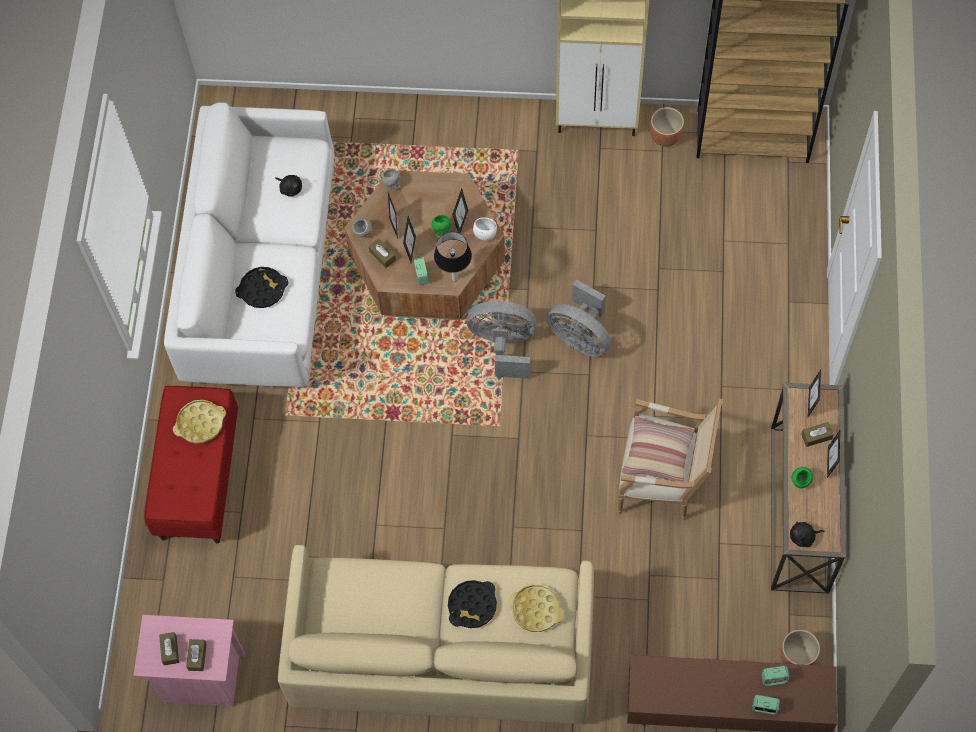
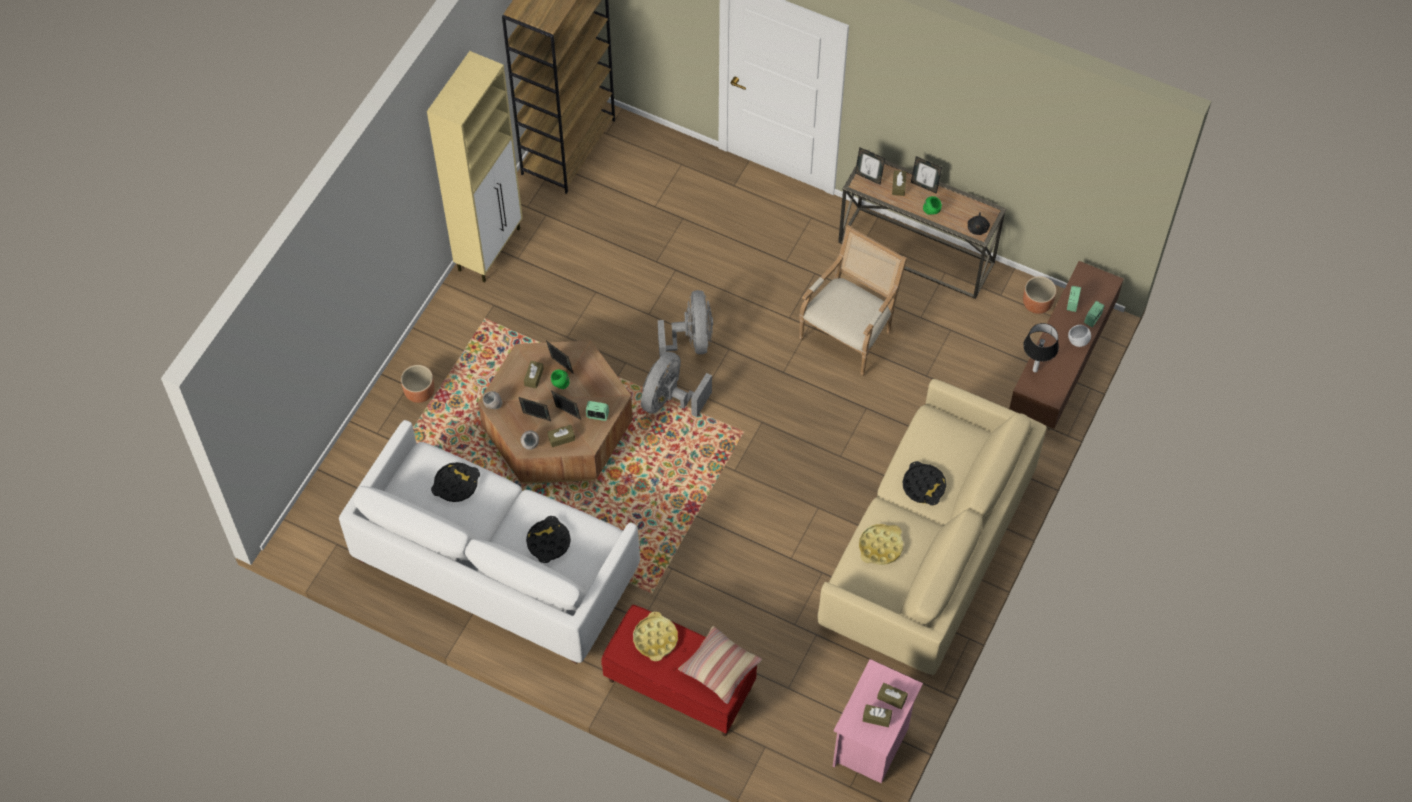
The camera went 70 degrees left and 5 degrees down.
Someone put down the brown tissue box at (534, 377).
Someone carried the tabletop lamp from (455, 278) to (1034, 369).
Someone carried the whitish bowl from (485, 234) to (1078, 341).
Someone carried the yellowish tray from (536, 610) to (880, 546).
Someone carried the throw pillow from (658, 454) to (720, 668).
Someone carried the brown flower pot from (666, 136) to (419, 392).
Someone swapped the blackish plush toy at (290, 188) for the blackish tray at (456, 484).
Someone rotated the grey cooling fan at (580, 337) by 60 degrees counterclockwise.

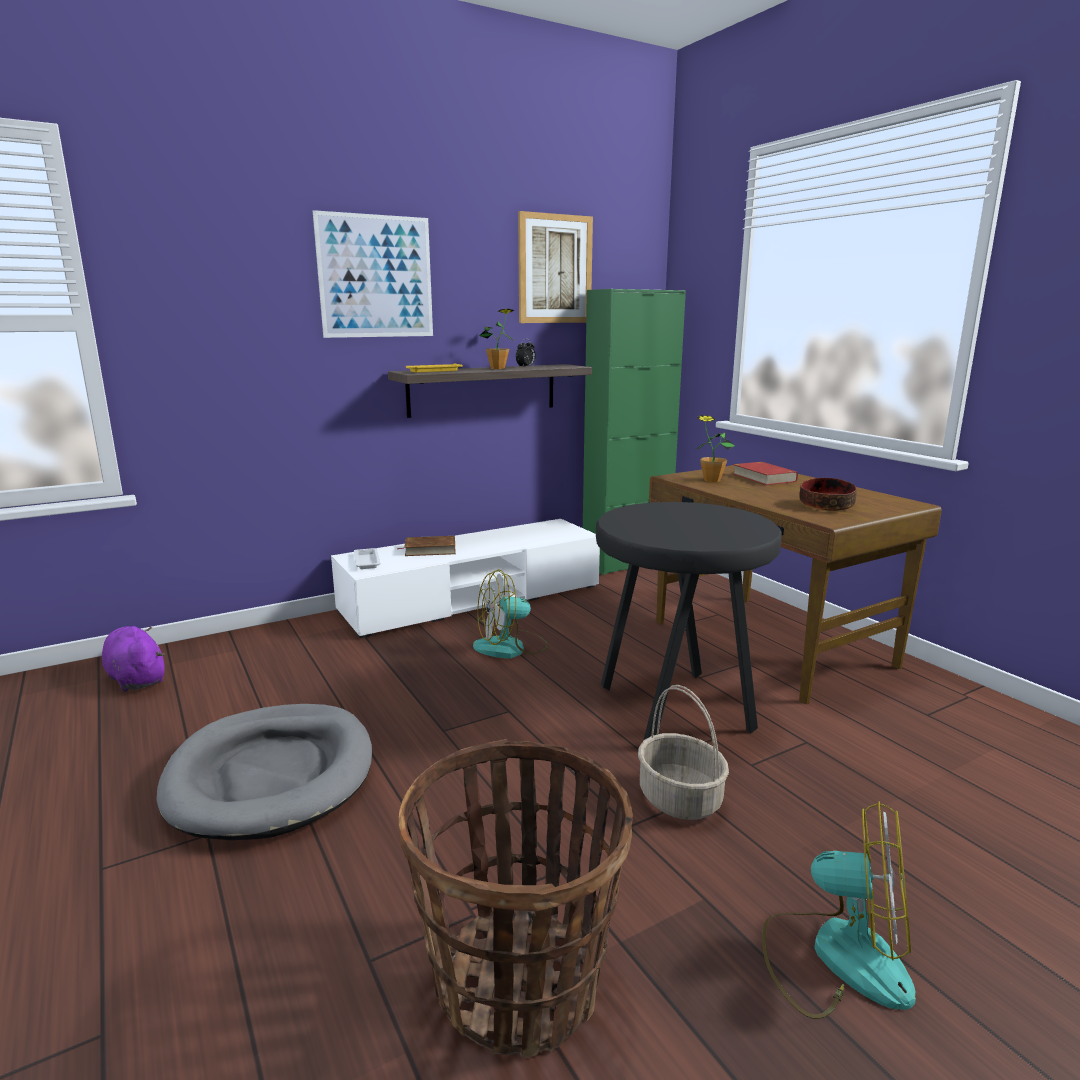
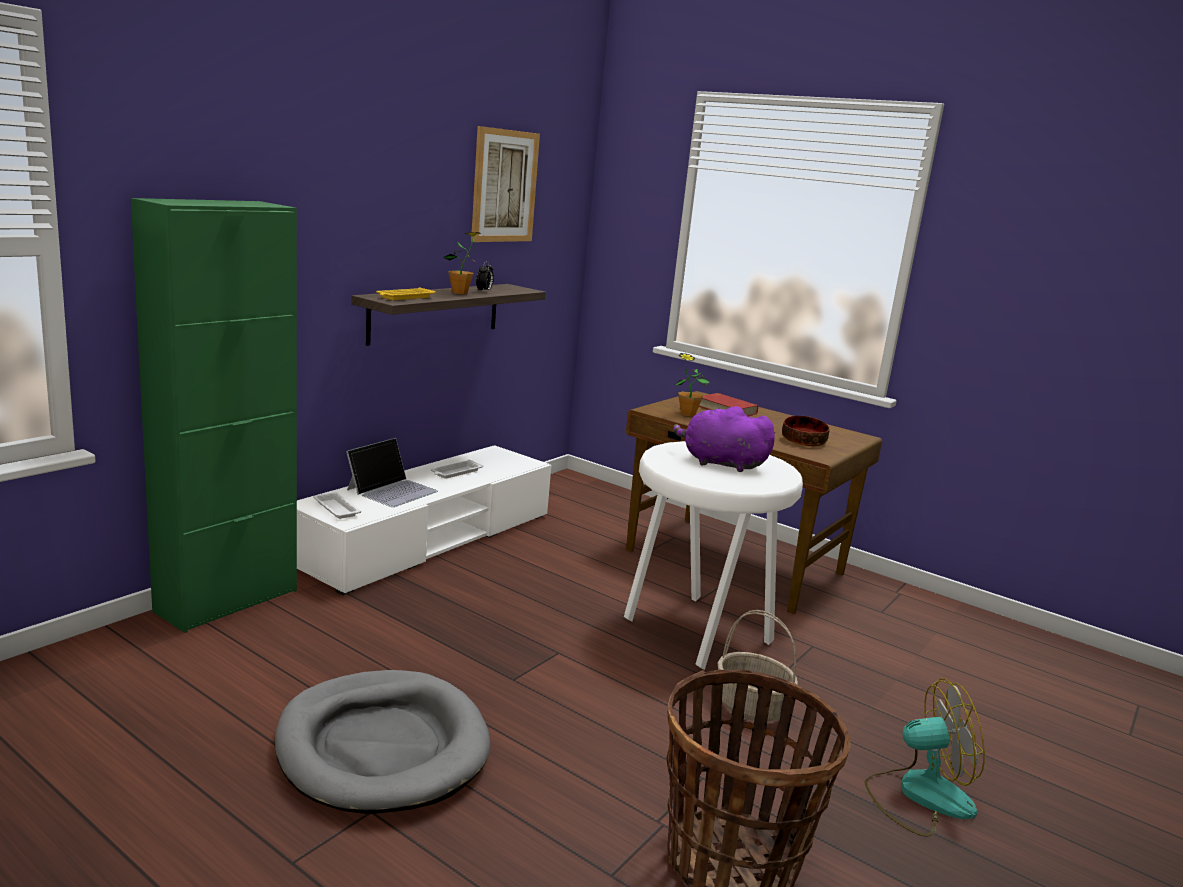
The camera went 25 degrees left and 0 degrees up.
Someone took away the picture at (376, 277).
Someone took away the cooling fan at (511, 647).
Someone put down the whitish tray at (456, 472).
Someone carried the purple plush toy from (136, 678) to (720, 463).
Someone carried the greenish cabinet from (626, 562) to (227, 601).
Someone swapped the brown bound book at (430, 549) for the notebook computer at (392, 490).
Someone repainted the blackish sitting stool at (674, 707), which became the whitish sitting stool at (696, 630).

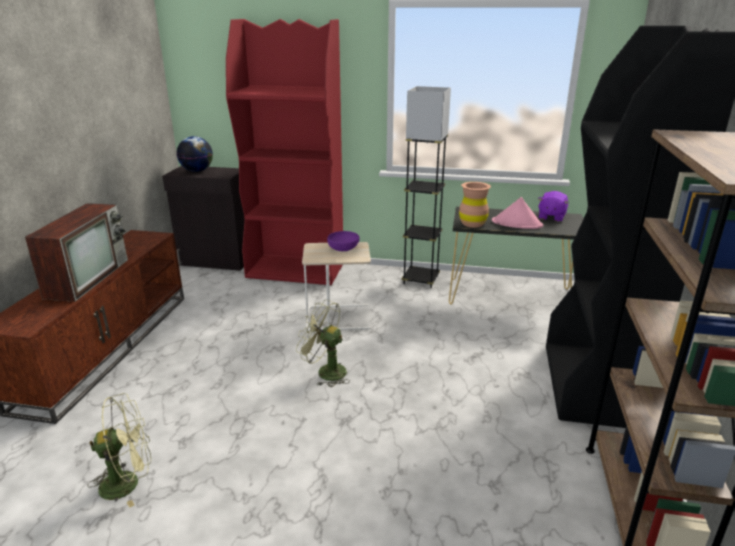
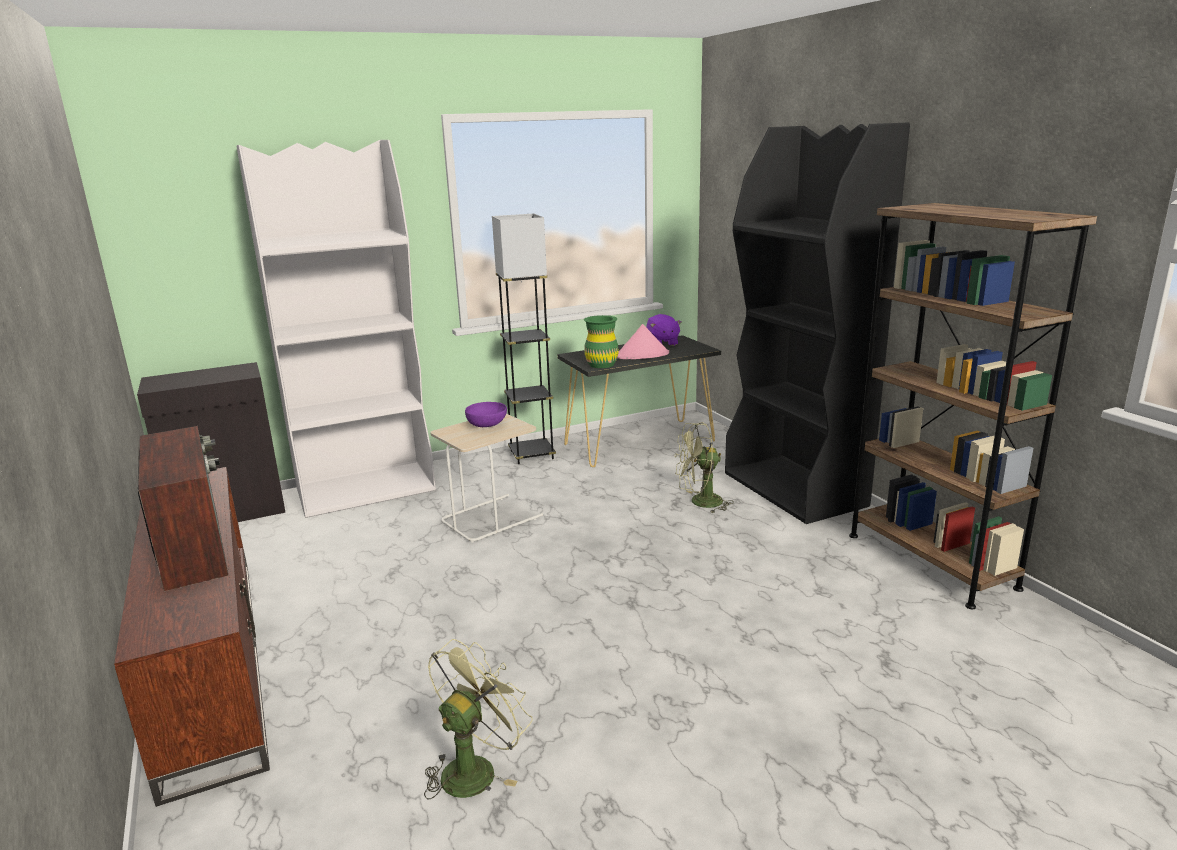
The camera went 35 degrees left and 5 degrees down.
Someone took away the globe at (197, 171).
Someone carried the greenish cooling fan from (325, 372) to (700, 503).
Someone repainted the red bookcase at (296, 270), which became the whitish bookcase at (367, 489).
Someone repainted the brown decorative vase at (472, 224), which became the greenish decorative vase at (601, 364).

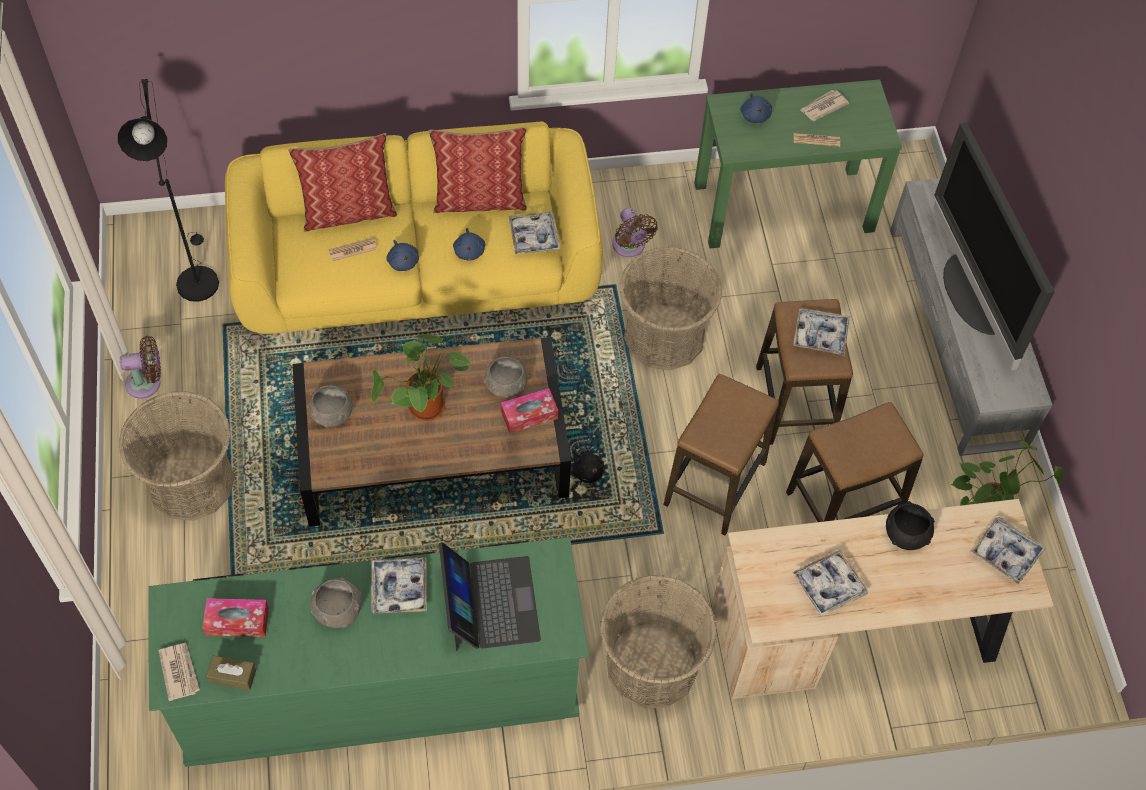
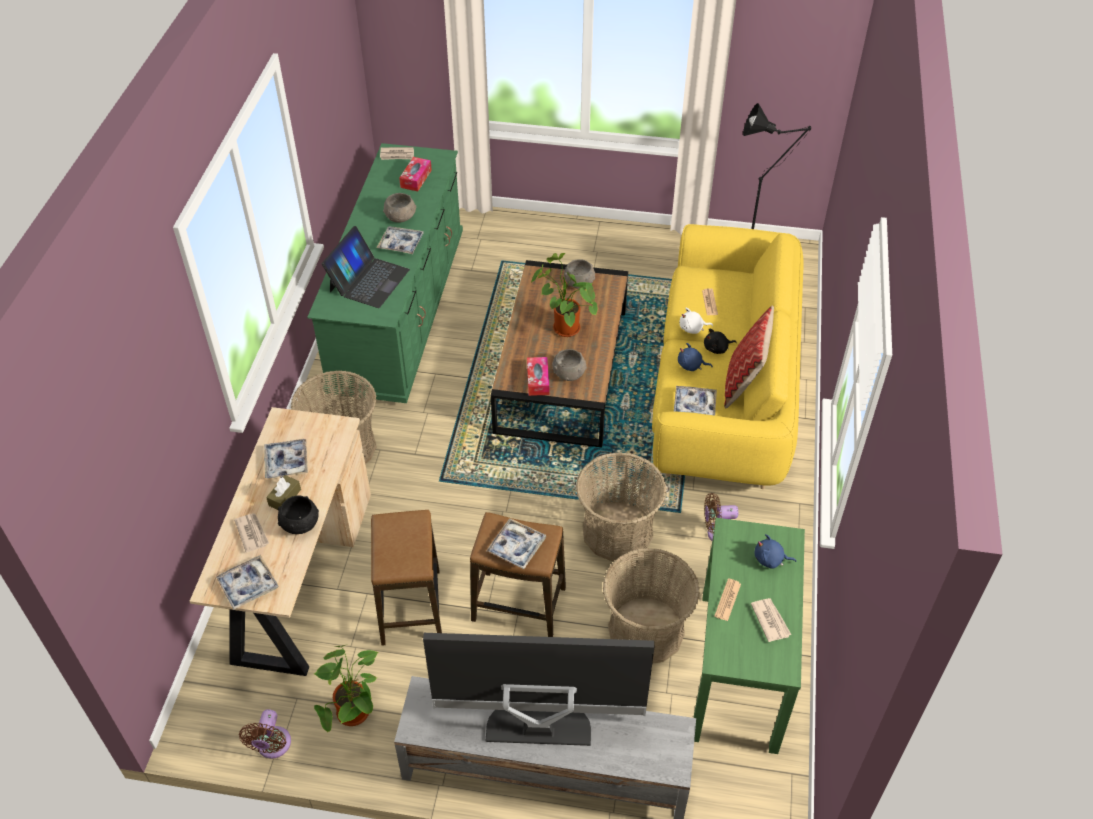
The camera went 110 degrees right and 10 degrees down.
Someone took away the throw pillow at (348, 212).
Someone took away the sitting stool at (715, 484).
Someone put down the printed paper at (252, 533).
Someone carried the household basket from (191, 482) to (645, 630).
Someone carried the brown cooling fan from (147, 383) to (272, 746).
Someone carried the brown tissue box from (232, 676) to (285, 497).
Someone carried the blackish plush toy from (587, 471) to (717, 348).
Someone repainted the bluish plush toy at (403, 261), which became the whitish plush toy at (692, 328).
Someone rotated the notebook computer at (490, 603) by 75 degrees counterclockwise.

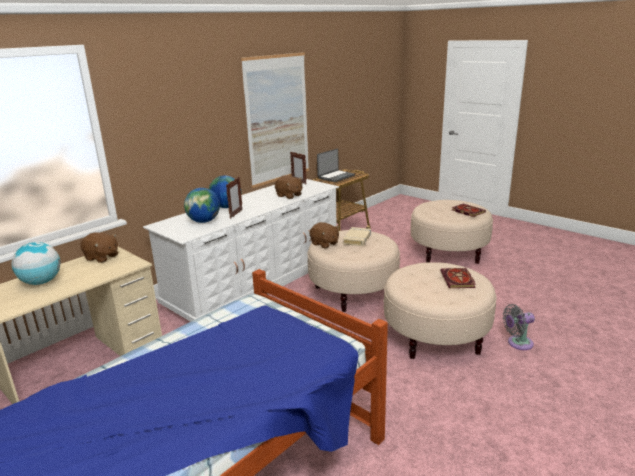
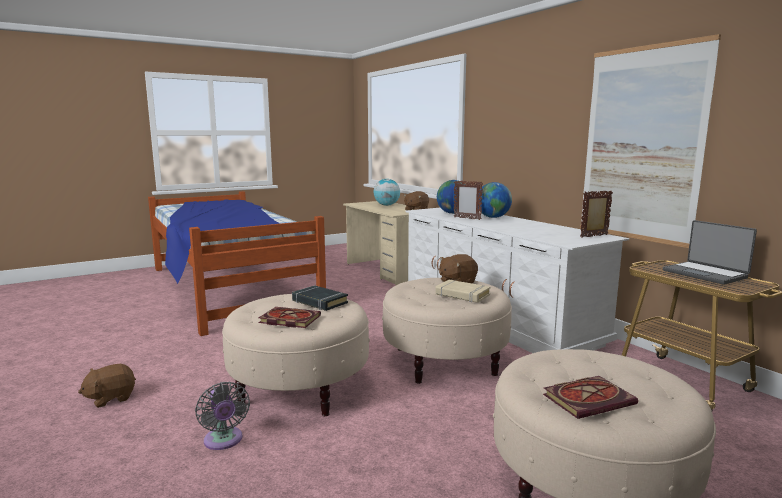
The camera went 105 degrees right and 10 degrees down.
Someone put down the blackish bound book at (319, 302).
Someone carried the brown plush toy from (289, 195) to (110, 398).
Someone rotated the grey cooling fan at (517, 343) by 150 degrees clockwise.

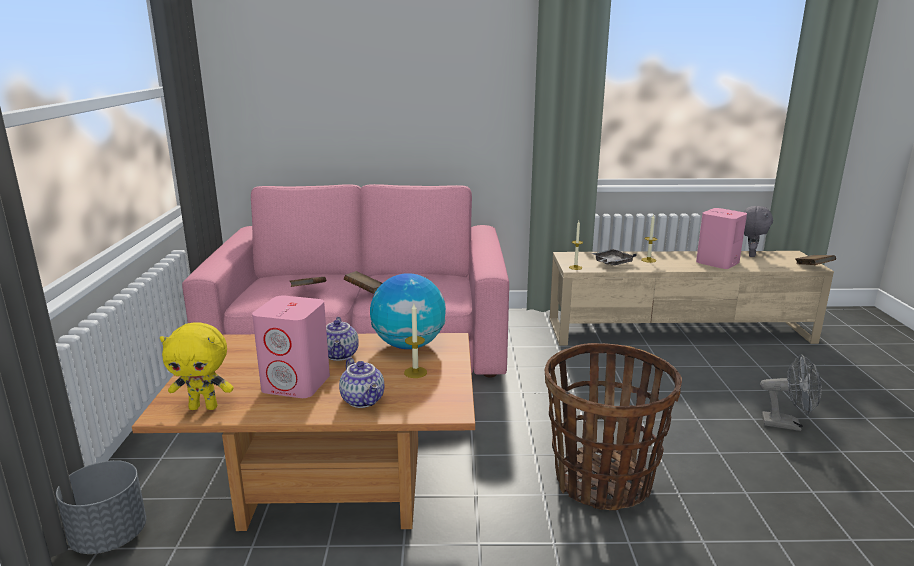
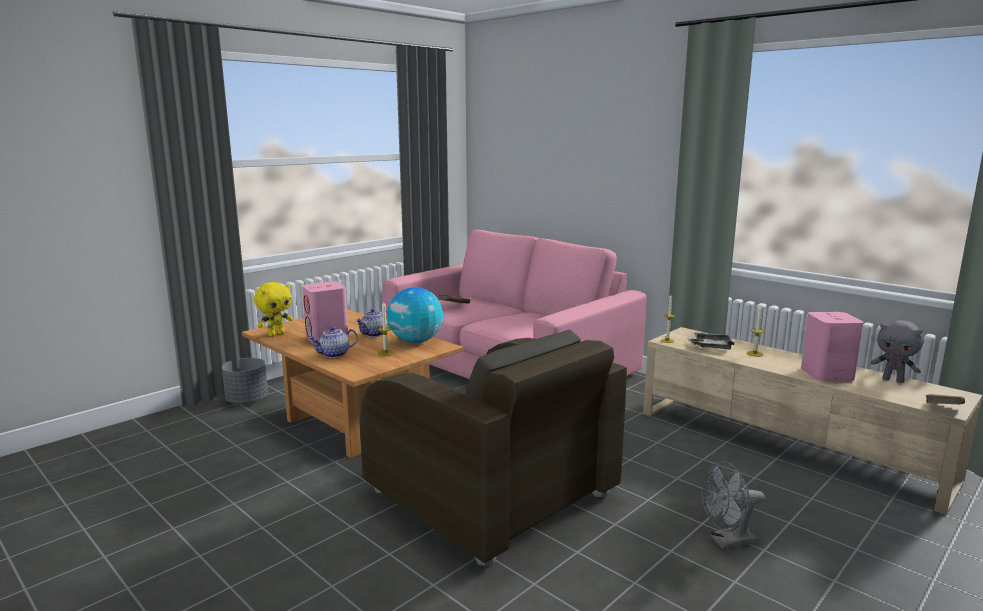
The camera went 45 degrees right and 5 degrees down.
Someone took away the brown bound book at (364, 291).
Someone swapped the household basket at (602, 481) for the brown armchair at (491, 493).
Someone rotated the yellowish plush toy at (204, 407) by 90 degrees counterclockwise.
Someone rotated the pot for tea at (364, 400) by 45 degrees clockwise.
Someone rotated the grey plush toy at (750, 255) by 60 degrees clockwise.
Someone rotated the grey cooling fan at (787, 424) by 105 degrees clockwise.

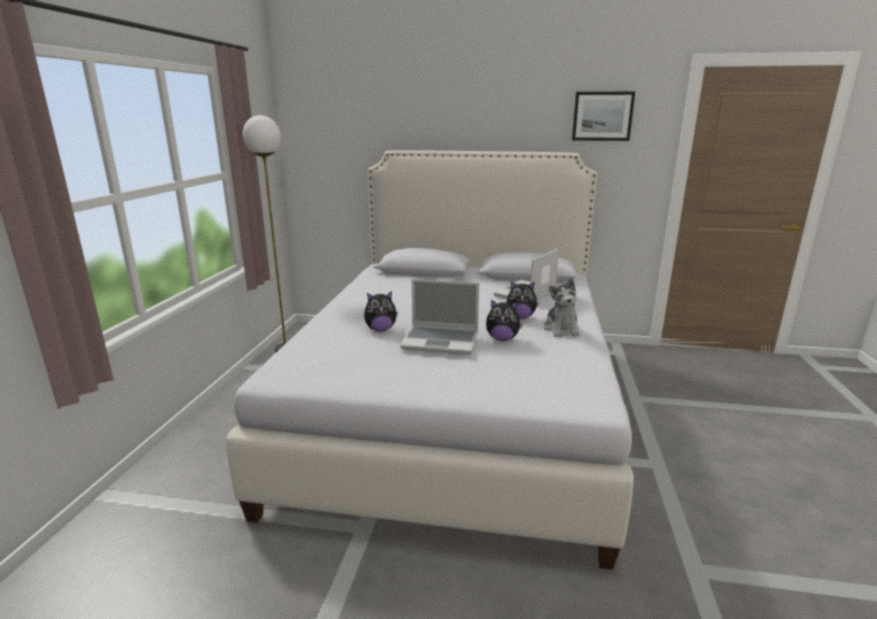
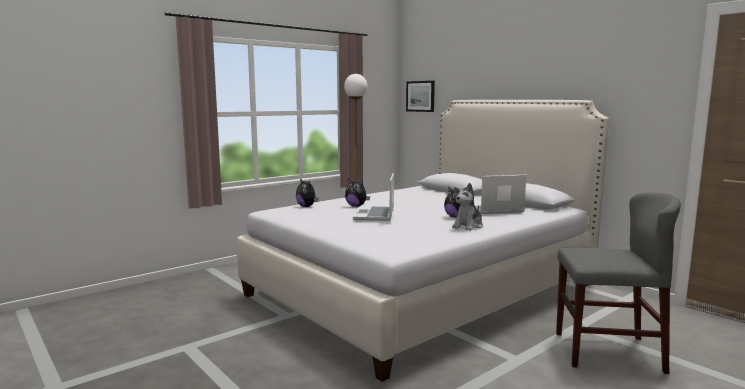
The camera went 40 degrees right and 10 degrees down.
Someone put down the grey plain chair at (607, 352).
Someone carried the plush toy from (502, 339) to (307, 206).
Someone carried the picture from (602, 116) to (420, 96).
Someone rotated the notebook computer at (442, 341) by 45 degrees clockwise.

